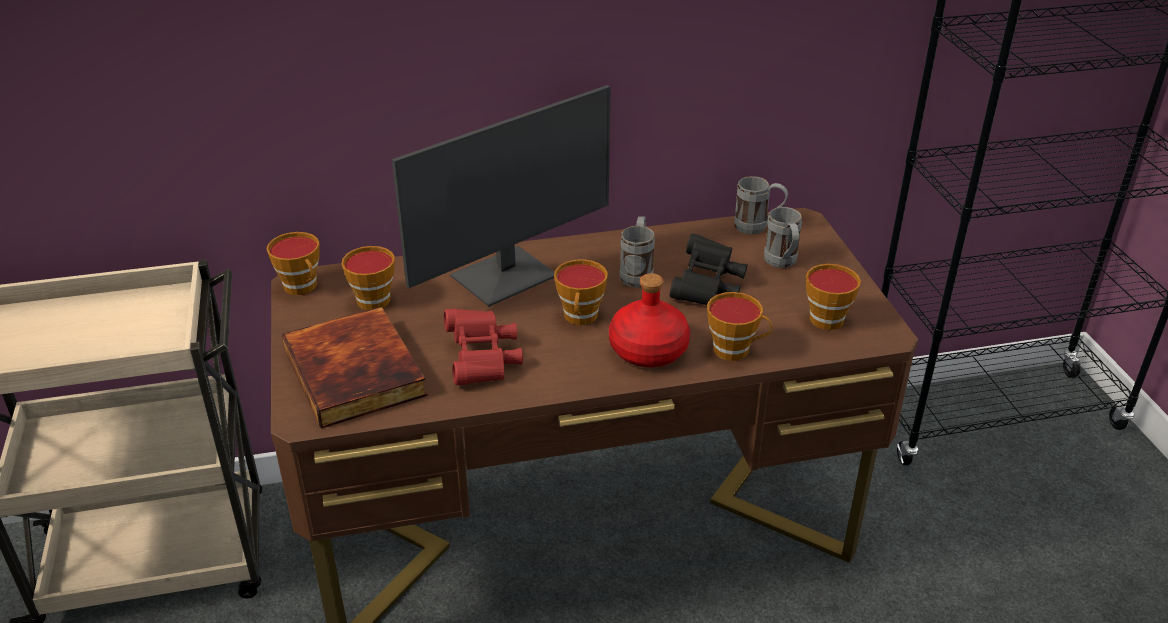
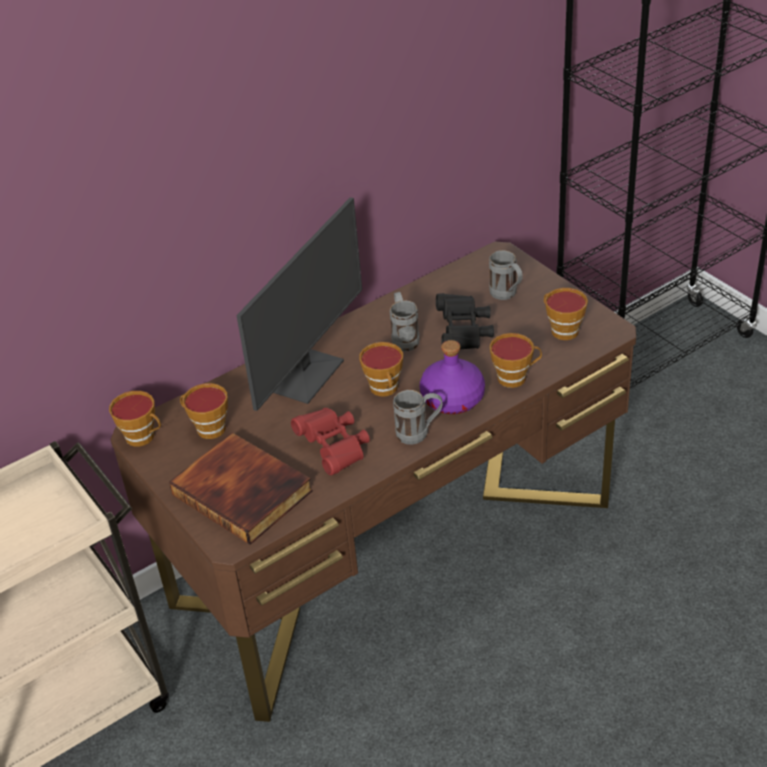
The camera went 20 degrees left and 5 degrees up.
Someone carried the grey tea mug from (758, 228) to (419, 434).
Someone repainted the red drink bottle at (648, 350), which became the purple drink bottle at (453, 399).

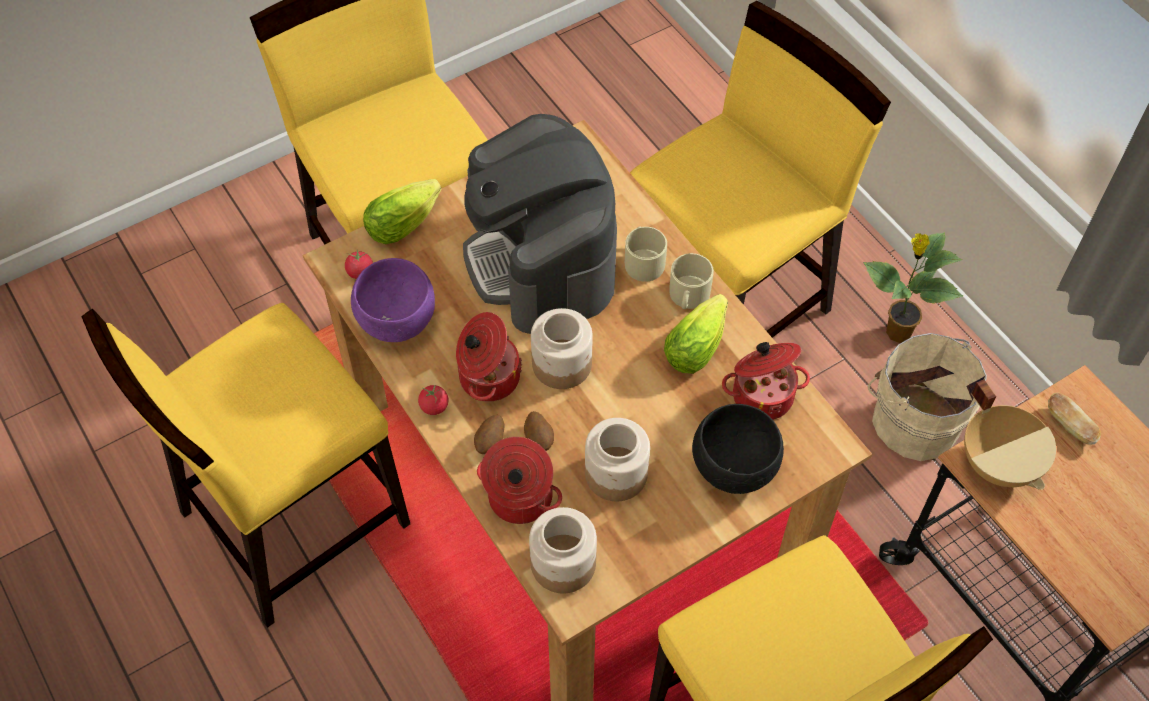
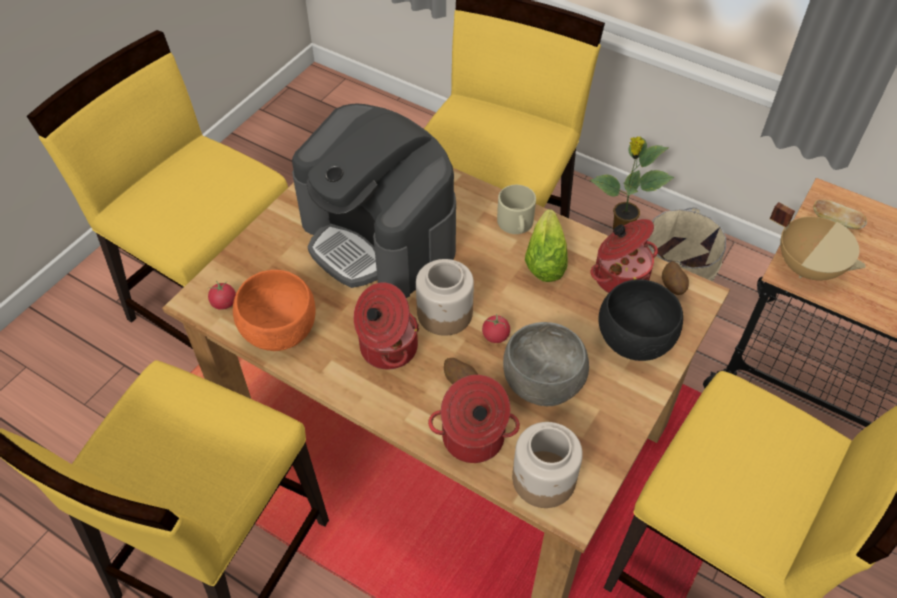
The camera went 25 degrees left and 5 degrees down.
Someone took away the head of lettuce at (406, 221).
Someone took away the sand-coloured tea mug at (643, 260).
Someone carried the tomato from (434, 406) to (495, 336).
Someone carried the whole potato from (490, 442) to (672, 287).
Someone swapped the jar at (617, 473) for the grey bowl at (543, 384).
Someone repainted the purple bowl at (395, 321), which became the orange bowl at (278, 332).

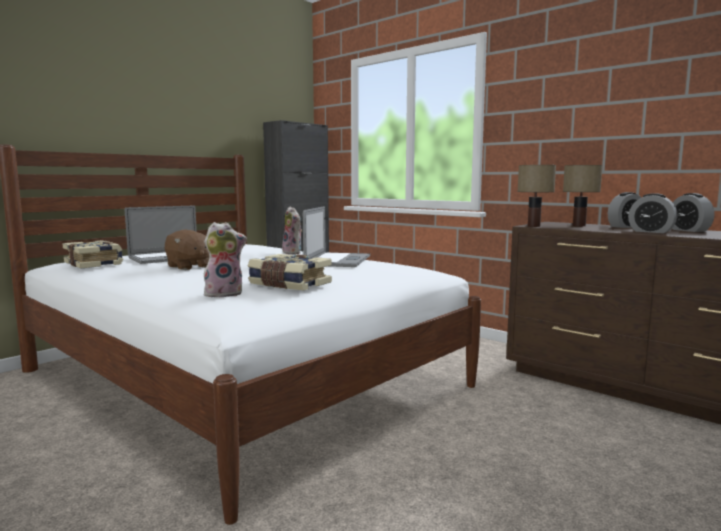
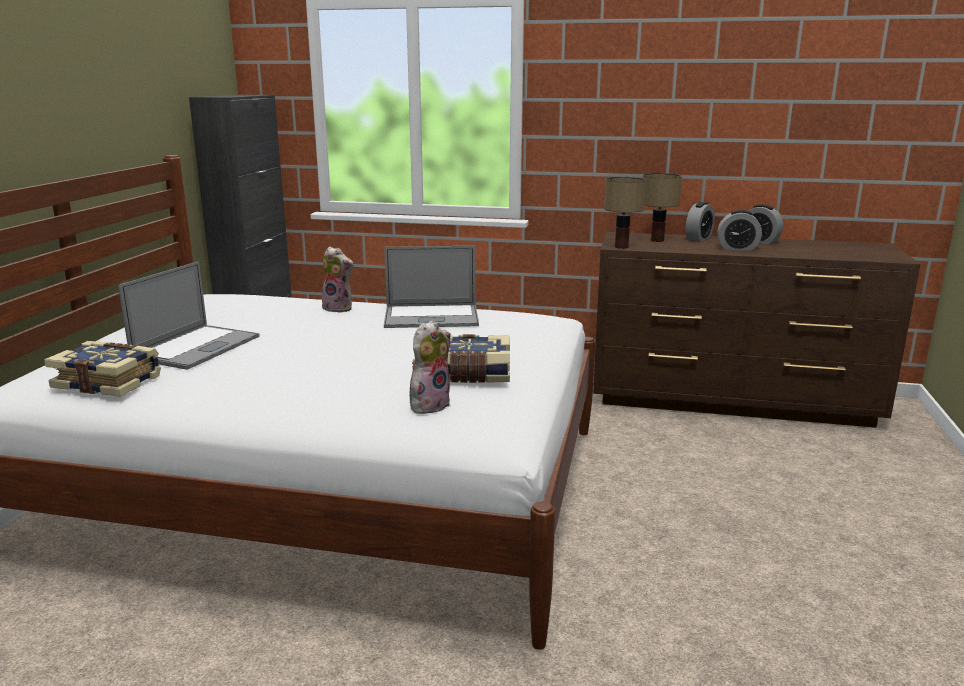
The camera went 30 degrees left and 10 degrees up.
Someone took away the brown plush toy at (189, 267).
Someone rotated the notebook computer at (338, 260) by 105 degrees clockwise.

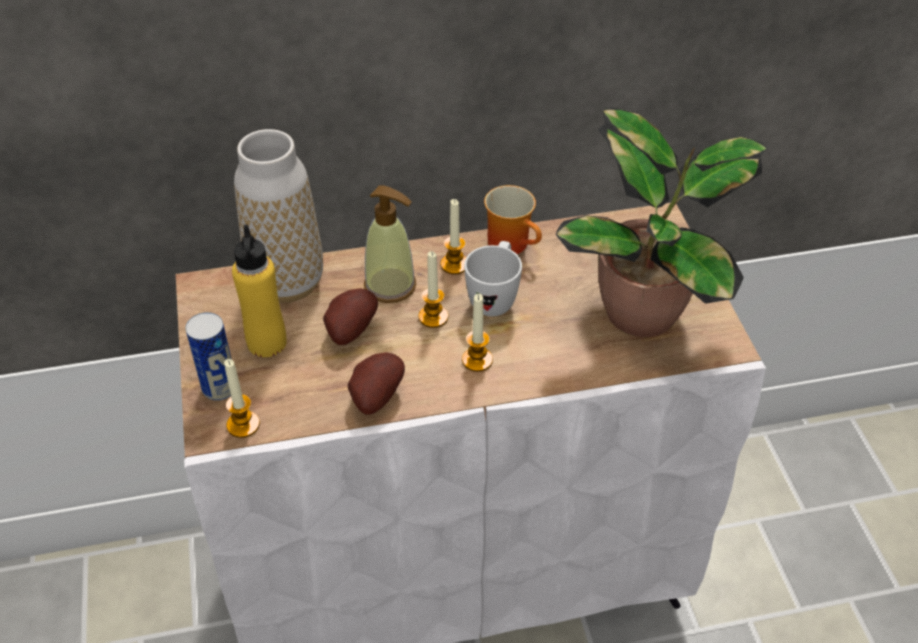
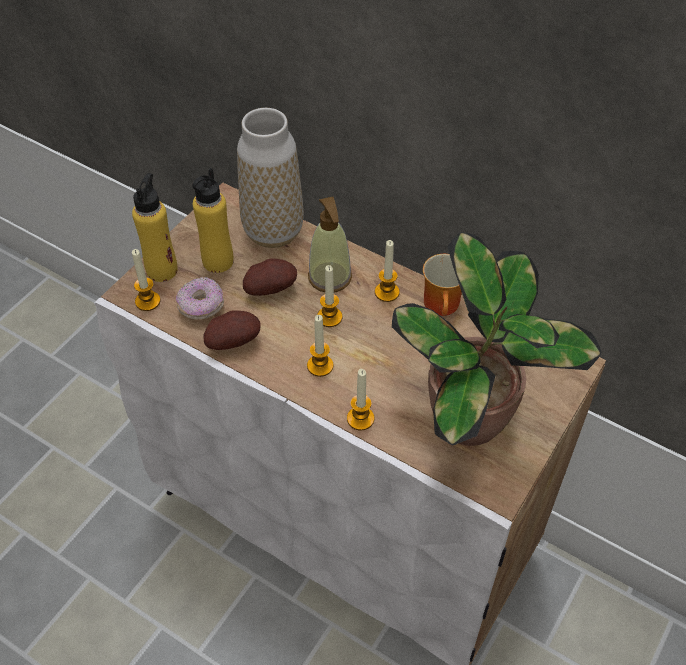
The camera went 45 degrees right and 5 degrees up.
Someone took away the whitish tea mug at (494, 298).
Someone put down the donut at (201, 306).
Someone put down the wax light at (360, 419).
Someone swapped the metal can at (219, 388) for the yellowish drink bottle at (162, 270).

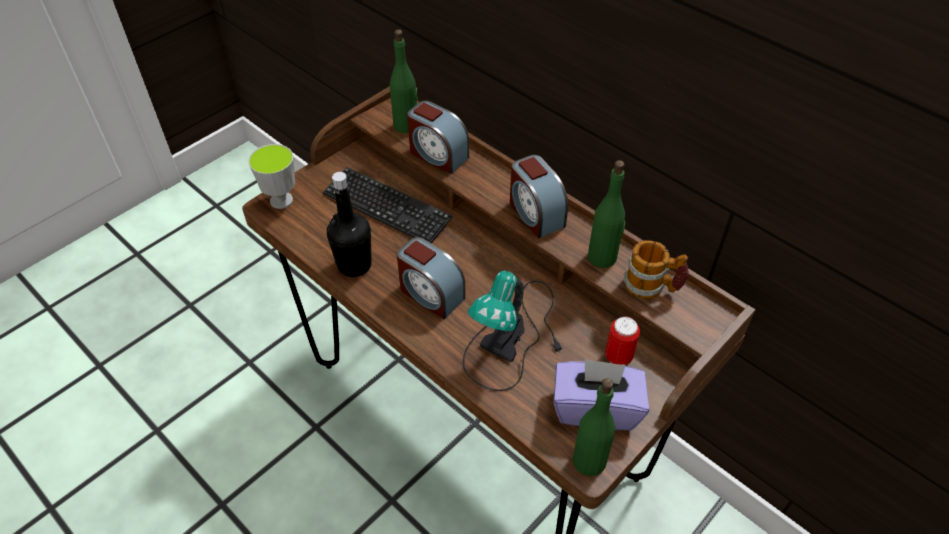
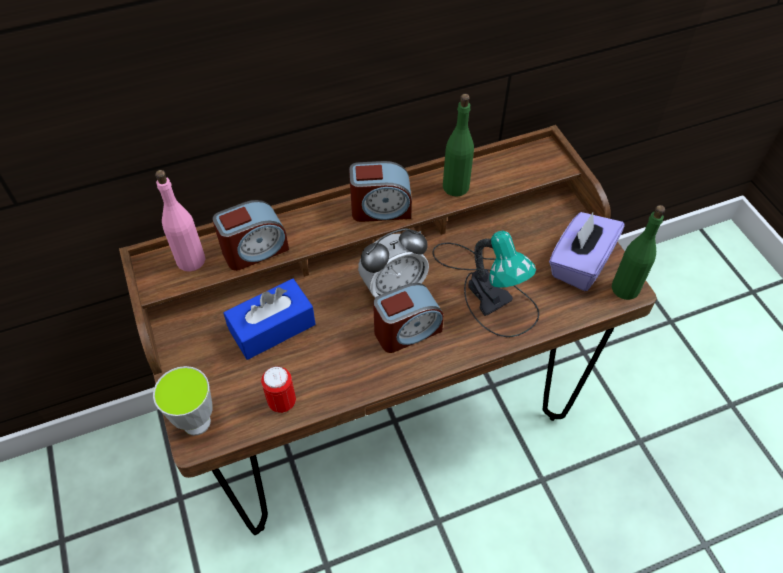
The camera went 65 degrees left and 5 degrees up.
Someone took away the blackish drink bottle at (354, 265).
Someone took away the tea mug at (652, 286).
Someone put down the table clock at (393, 289).
Someone carried the metal can from (618, 357) to (282, 402).
Someone swapped the computer keyboard at (386, 207) for the bluish tissue box at (272, 327).
Someone repainted the greenish drink bottle at (406, 125), which became the pink-coloured drink bottle at (191, 260).

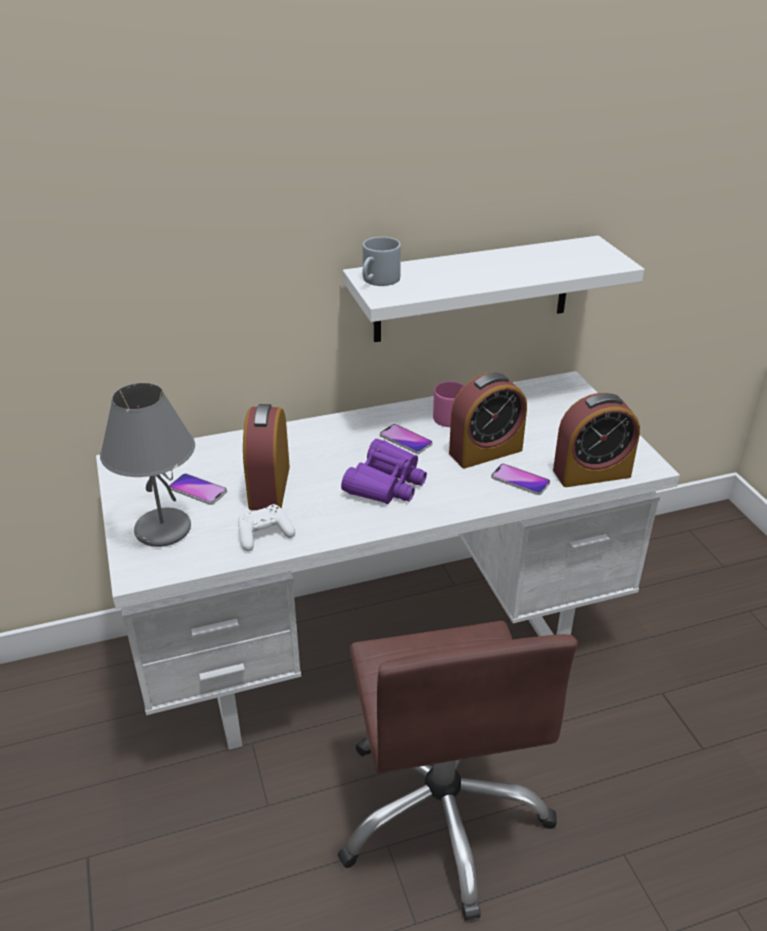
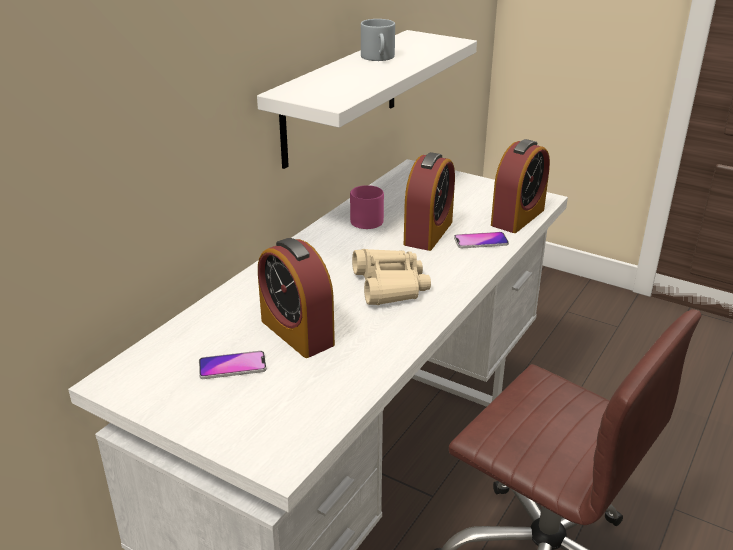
The camera went 40 degrees left and 5 degrees down.
Someone took away the grey tabletop lamp at (161, 530).
Someone took away the whitish game controller at (264, 535).
Someone took away the telephone at (405, 440).
Someone carried the grey tea mug from (378, 281) to (379, 58).
Someone repainted the purple field glasses at (386, 483), which became the sand-coloured field glasses at (390, 286).

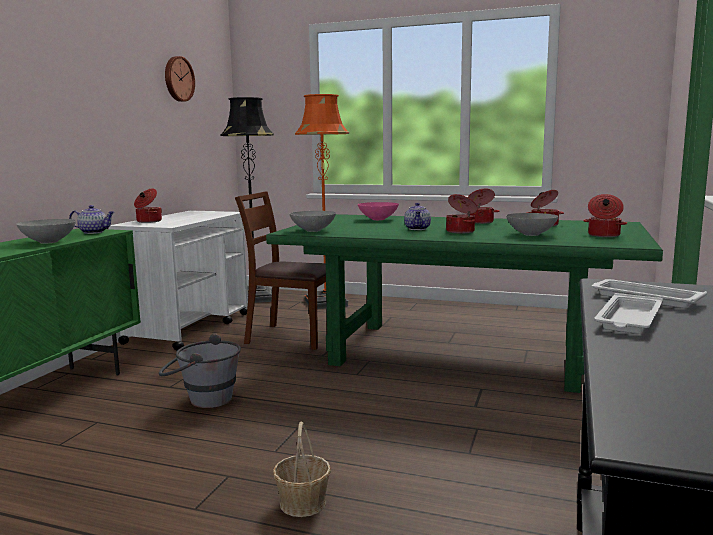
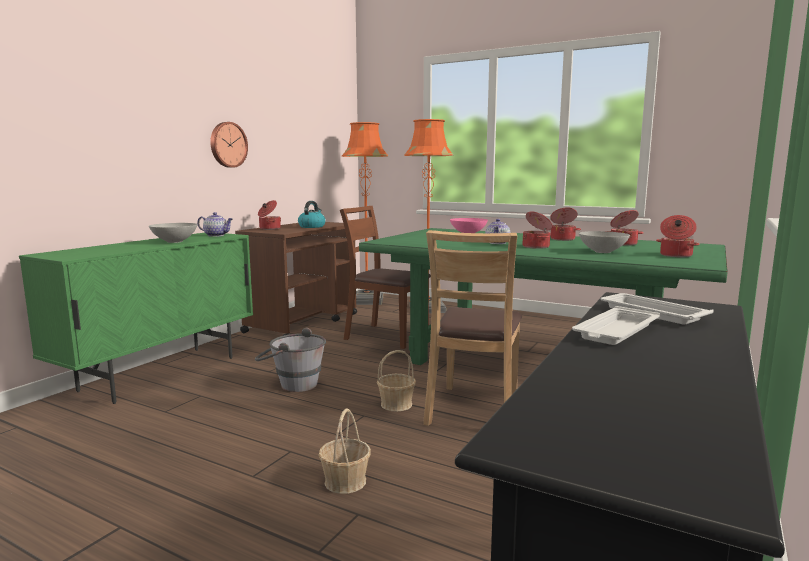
The camera went 10 degrees right and 0 degrees up.
Someone took away the grey bowl at (312, 230).
Someone put down the tea kettle at (312, 226).
Someone put down the household basket at (396, 404).
Someone put down the brown plain chair at (474, 410).
Someone carried the clock on the wall from (178, 79) to (227, 145).
Someone repainted the whitish trolley at (190, 327), which became the brown trolley at (303, 322).
Someone repainted the blackish floor lamp at (255, 298), which became the orange floor lamp at (367, 301).

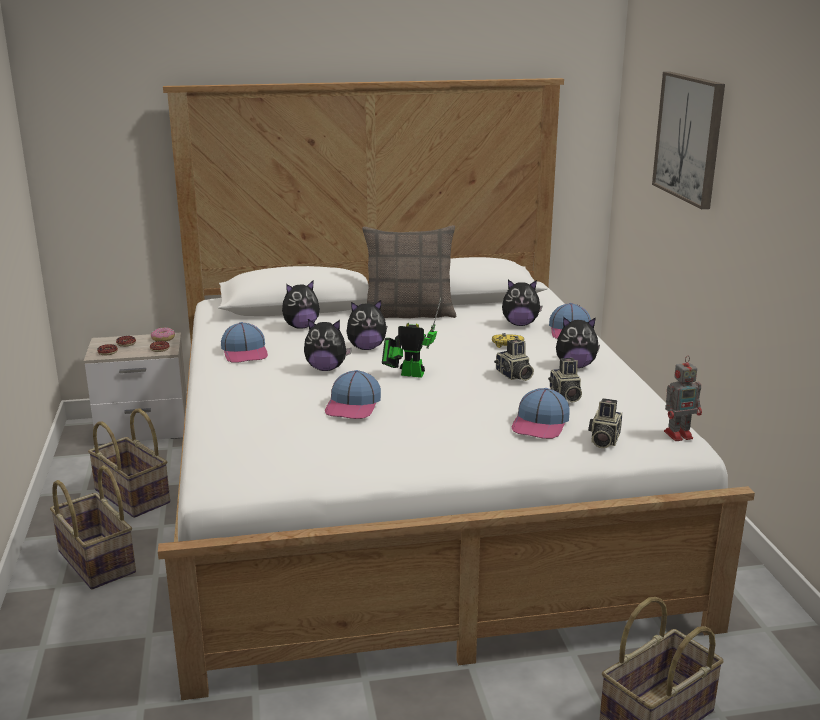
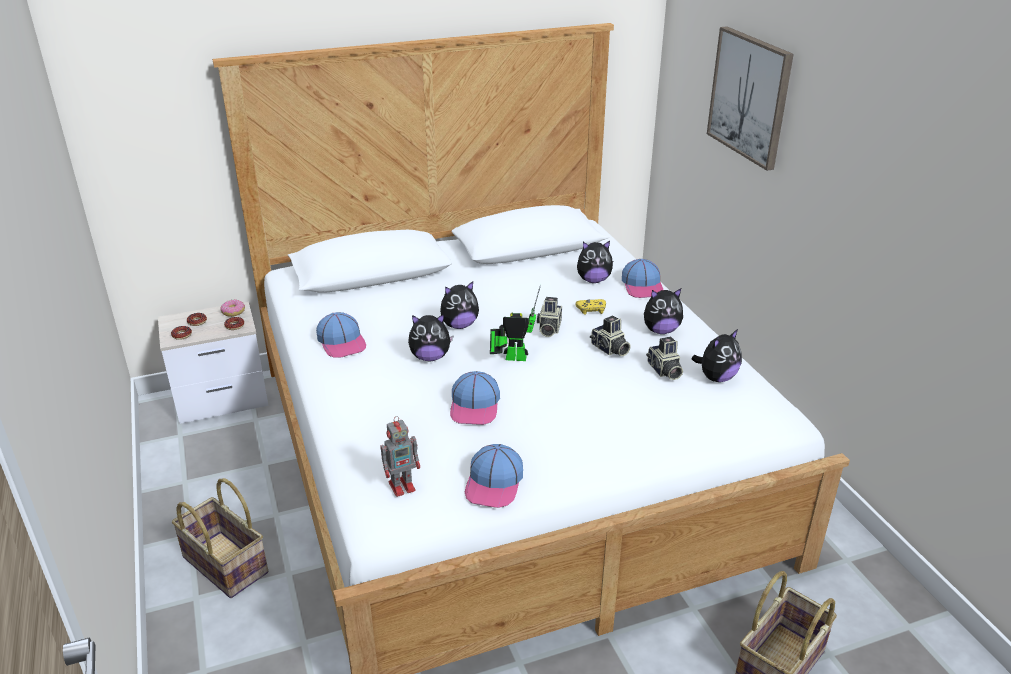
The camera went 10 degrees left and 10 degrees up.
Someone took away the household basket at (133, 496).
Someone took away the throw pillow at (409, 313).
Someone carried the plush toy from (300, 326) to (716, 377).
Someone carried the cap from (540, 424) to (494, 483).
Someone carried the still camera from (603, 440) to (548, 328).
Someone carried the model robot from (679, 434) to (403, 486).

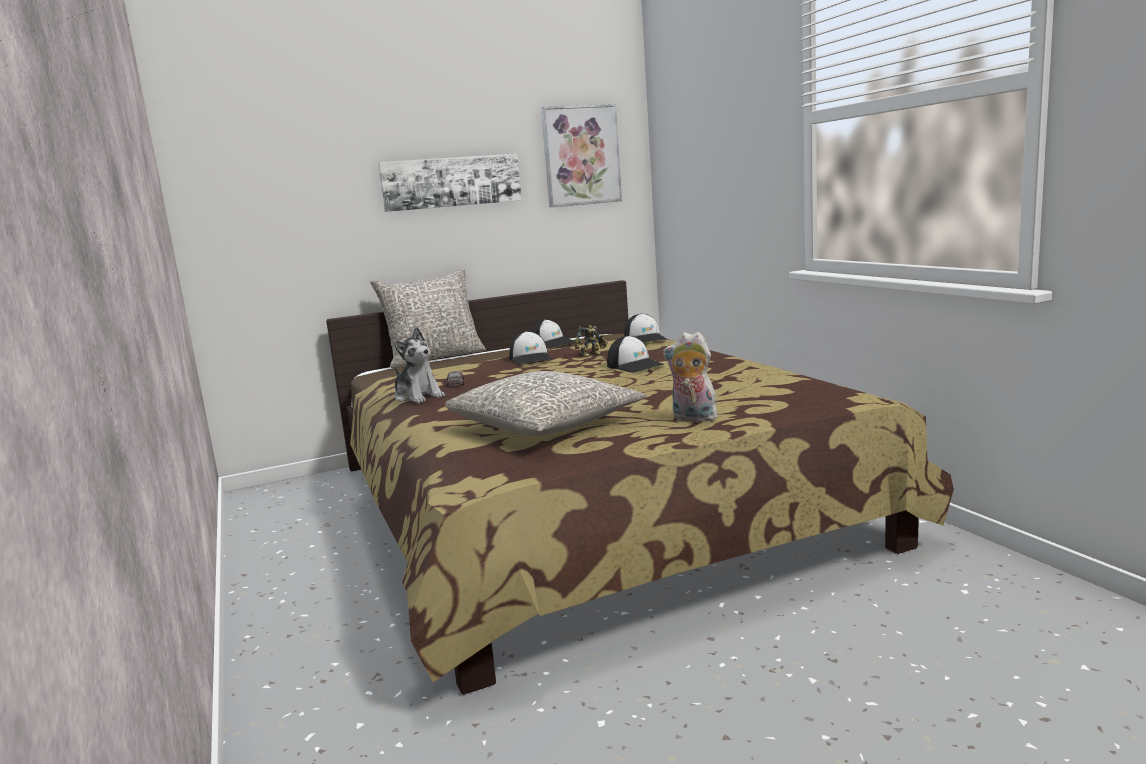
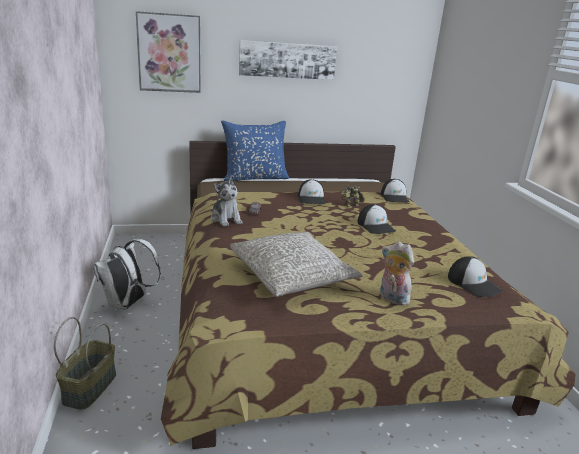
The camera went 10 degrees right and 10 degrees up.
Someone put down the household basket at (89, 387).
Someone put down the whitish knapsack at (128, 304).
Someone carried the cap from (552, 343) to (473, 284).
Someone carried the picture from (581, 156) to (169, 53).
Someone repainted the grey throw pillow at (434, 358), which became the bluish throw pillow at (254, 177).

